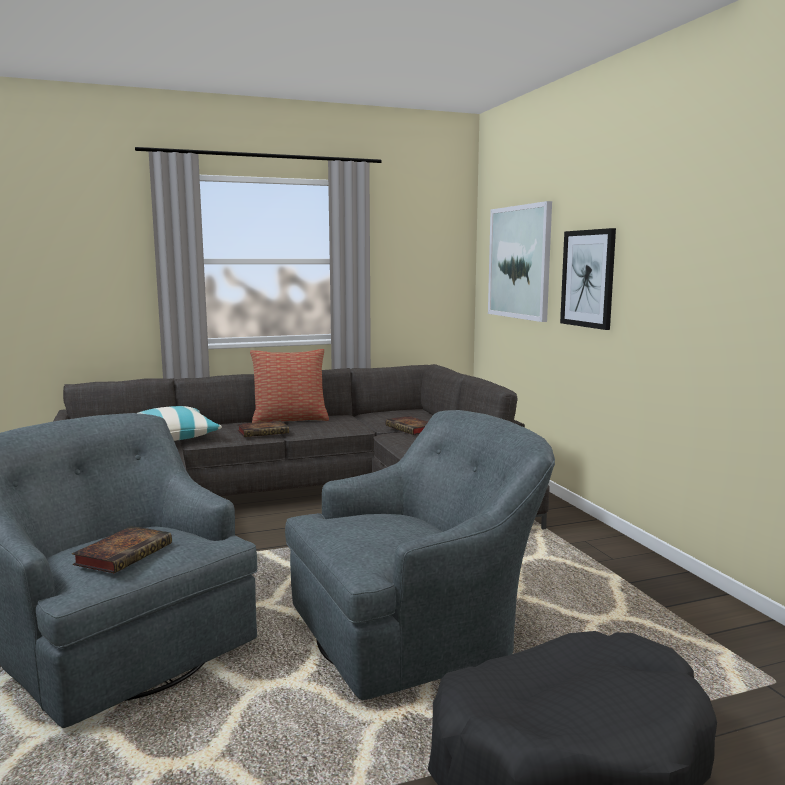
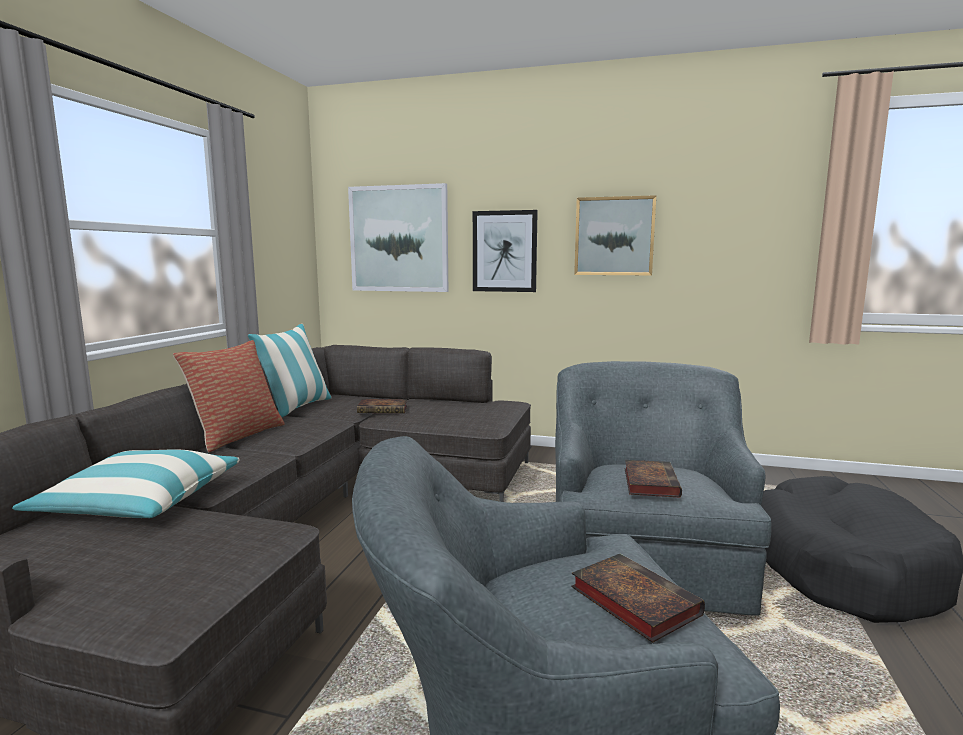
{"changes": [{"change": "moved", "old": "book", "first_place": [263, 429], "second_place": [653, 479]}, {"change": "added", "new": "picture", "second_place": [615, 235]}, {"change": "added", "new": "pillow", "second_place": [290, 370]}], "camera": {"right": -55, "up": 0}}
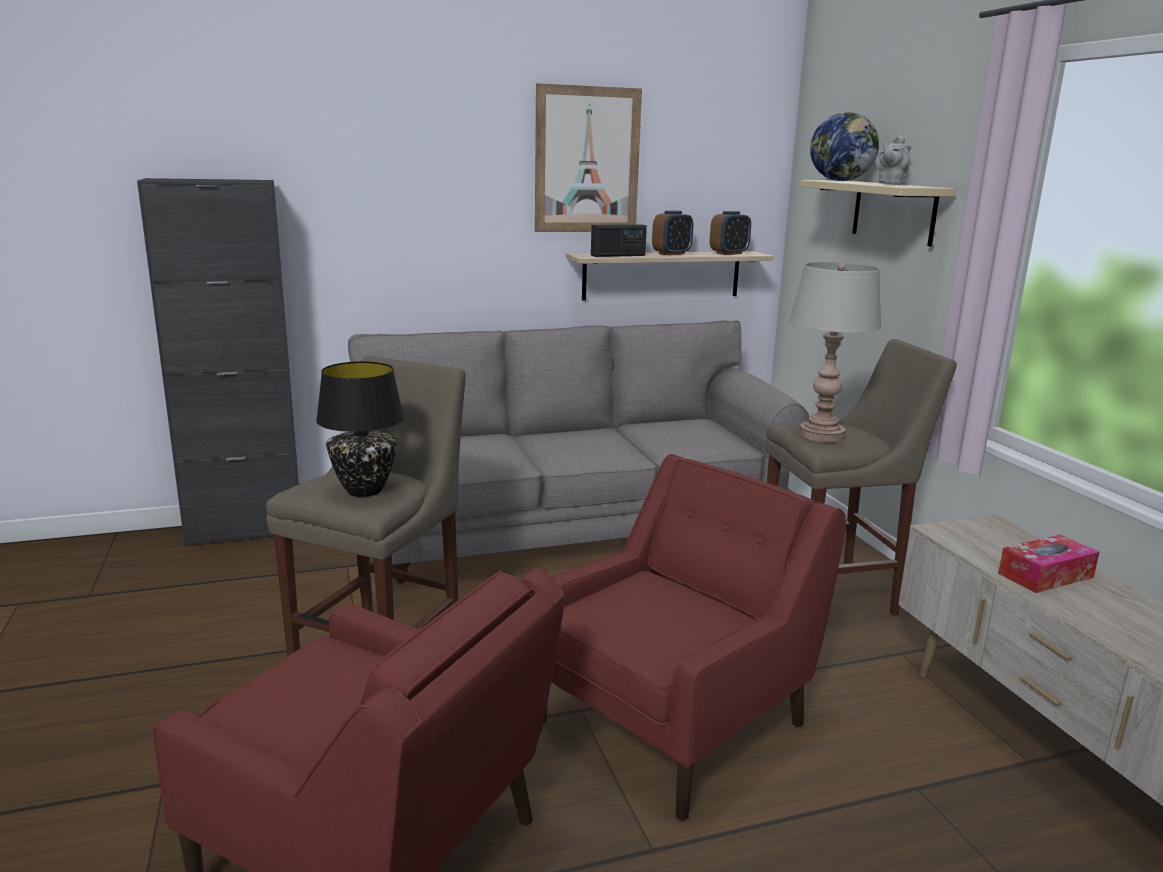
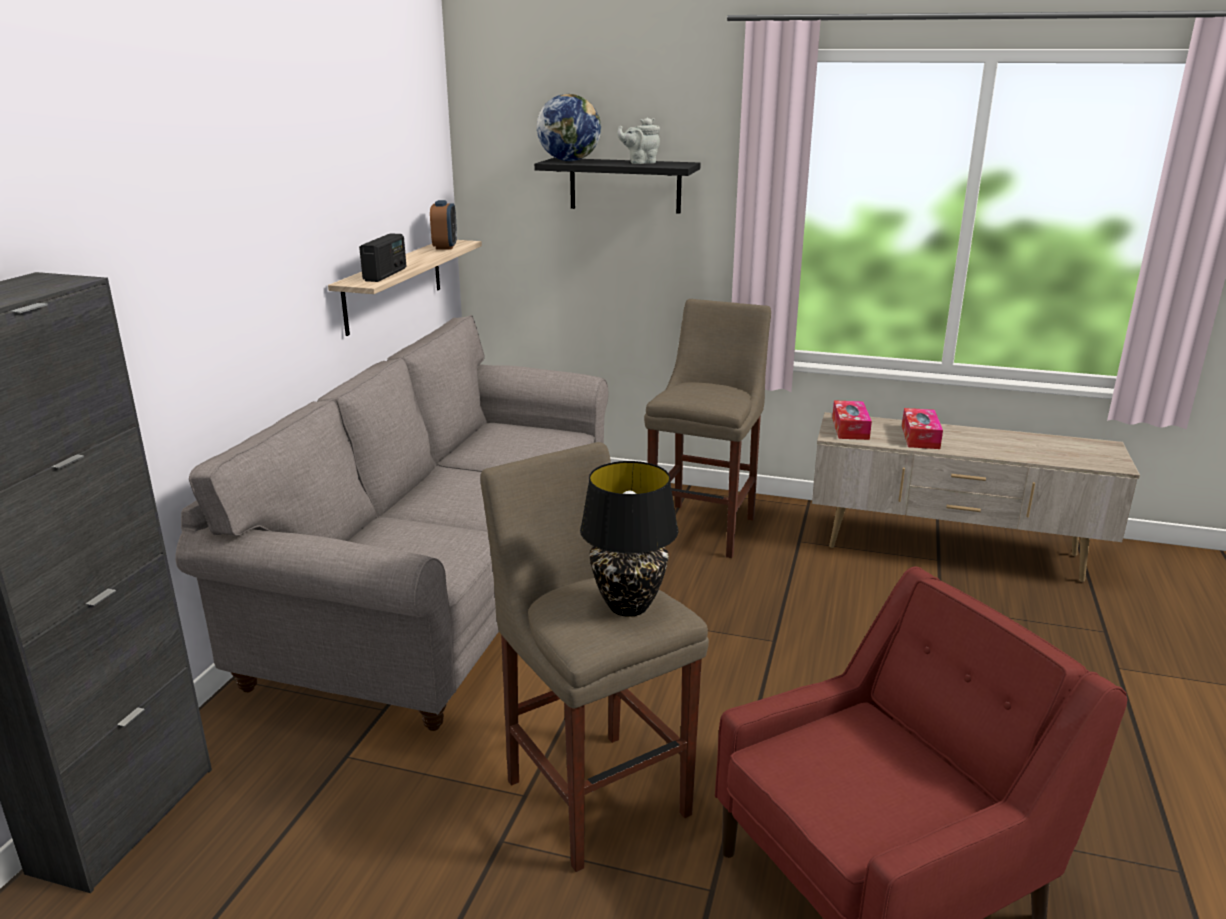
{"changes": [{"change": "removed", "old": "picture", "first_place": [588, 157]}, {"change": "turned", "old": "teapot/grey", "first_place": [893, 160], "second_place": [638, 141], "degrees": 90}, {"change": "recoloured", "old": "shelf/beige", "new": "shelf/black", "first_place": [877, 213], "second_place": [617, 186]}, {"change": "removed", "old": "alarm clock", "first_place": [672, 233]}, {"change": "removed", "old": "table lamp/grey", "first_place": [835, 352]}, {"change": "removed", "old": "armchair/red", "first_place": [695, 637]}, {"change": "added", "new": "tissue box", "second_place": [852, 420]}], "camera": {"right": -55, "up": 5}}
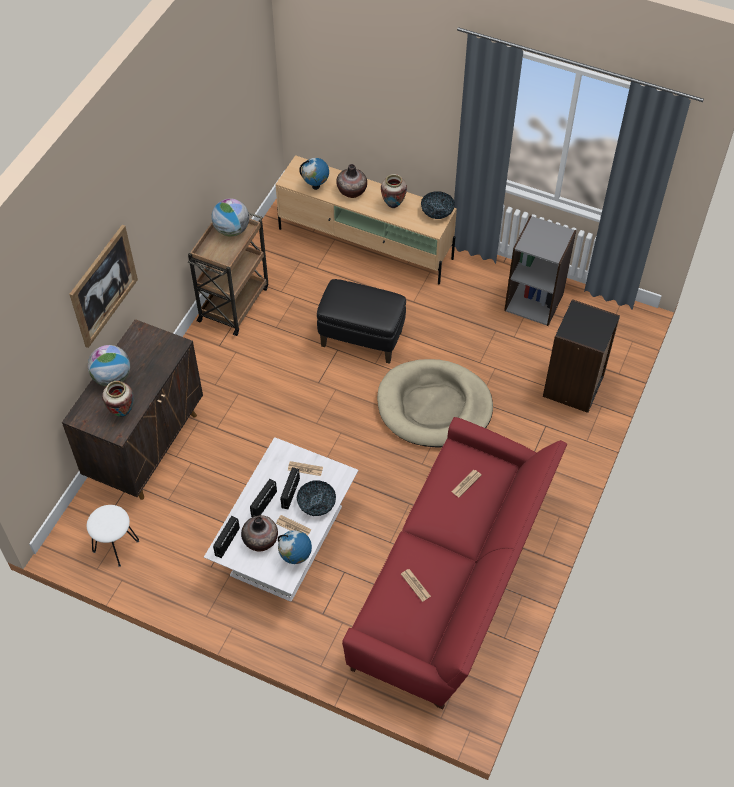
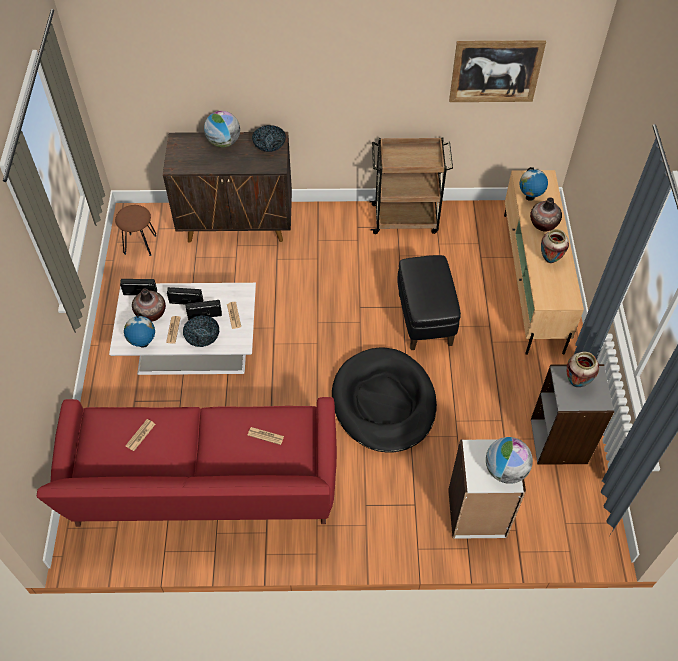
{"changes": [{"change": "moved", "old": "bowl", "first_place": [438, 205], "second_place": [269, 138]}, {"change": "moved", "old": "globe", "first_place": [230, 217], "second_place": [509, 460]}, {"change": "moved", "old": "picture", "first_place": [103, 286], "second_place": [497, 71]}, {"change": "recoloured", "old": "bookcase/black", "new": "bookcase/white", "first_place": [581, 356], "second_place": [487, 489]}, {"change": "recoloured", "old": "dog bed/beige", "new": "dog bed/black", "first_place": [435, 403], "second_place": [384, 399]}, {"change": "moved", "old": "vase", "first_place": [118, 399], "second_place": [583, 369]}, {"change": "recoloured", "old": "stool/white", "new": "stool/brown", "first_place": [113, 536], "second_place": [136, 230]}], "camera": {"right": 65, "up": 0}}
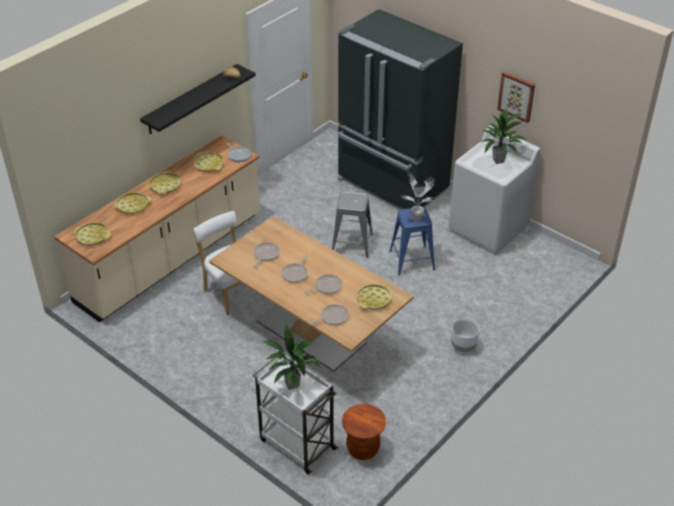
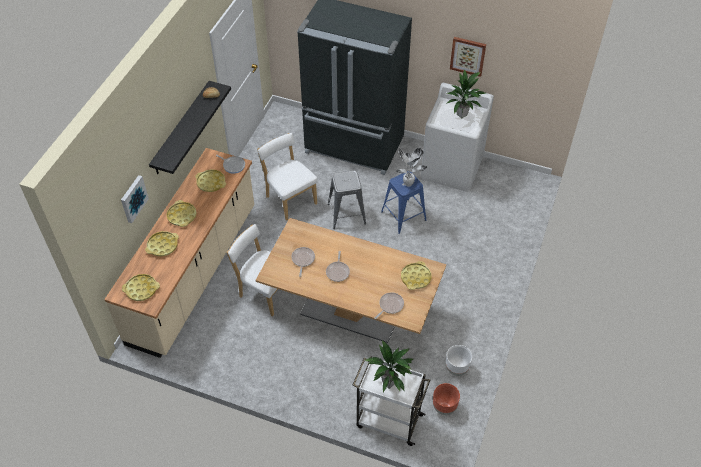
{"changes": [{"change": "removed", "old": "frying pan", "first_place": [323, 284]}, {"change": "moved", "old": "planter/white", "first_place": [465, 335], "second_place": [459, 360]}, {"change": "replaced", "old": "stool/brown", "new": "planter/brown", "first_place": [364, 432], "second_place": [446, 399]}, {"change": "added", "new": "chair/white", "second_place": [287, 177]}, {"change": "added", "new": "picture", "second_place": [135, 199]}], "camera": {"right": -20, "up": 10}}
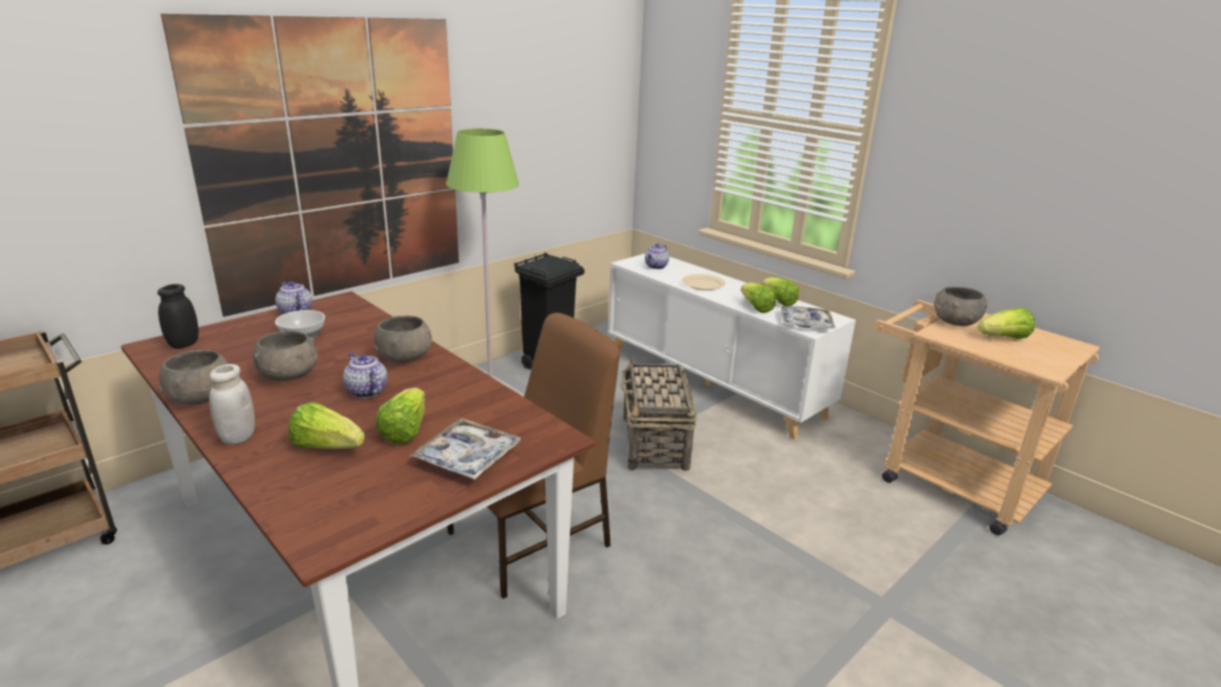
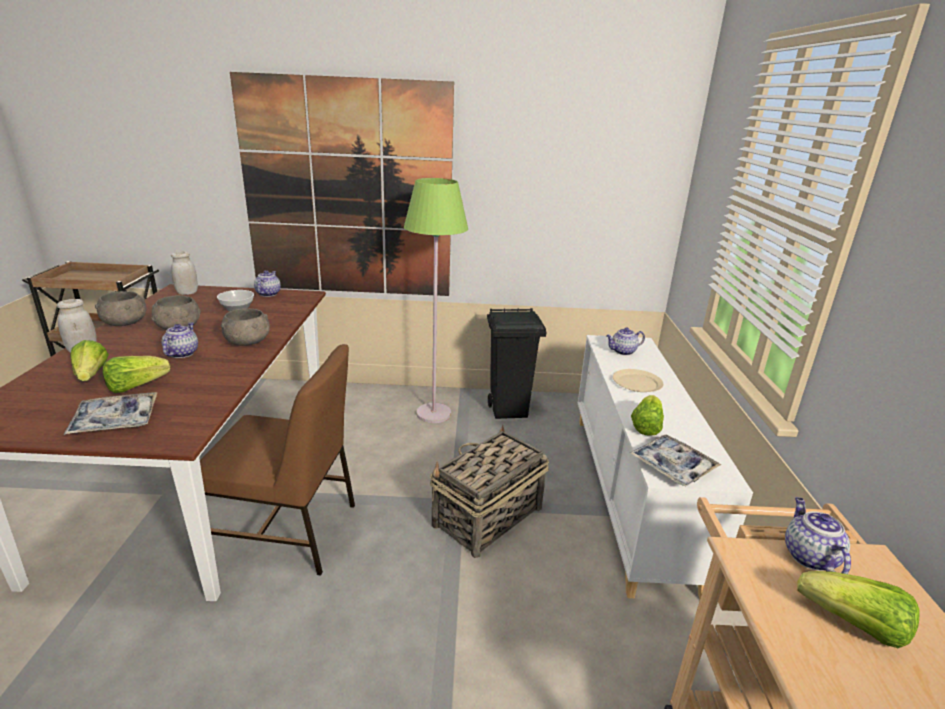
{"changes": [{"change": "removed", "old": "lettuce", "first_place": [780, 291]}, {"change": "recoloured", "old": "jar/black", "new": "jar/white", "first_place": [178, 316], "second_place": [184, 273]}, {"change": "replaced", "old": "bowl/grey", "new": "teapot", "first_place": [960, 306], "second_place": [818, 535]}], "camera": {"right": 45, "up": 0}}
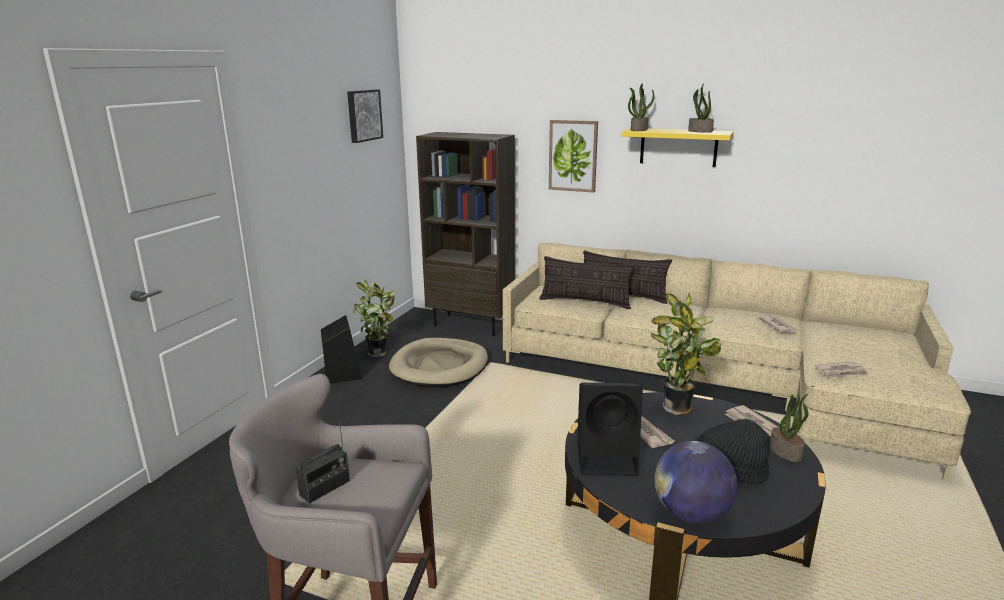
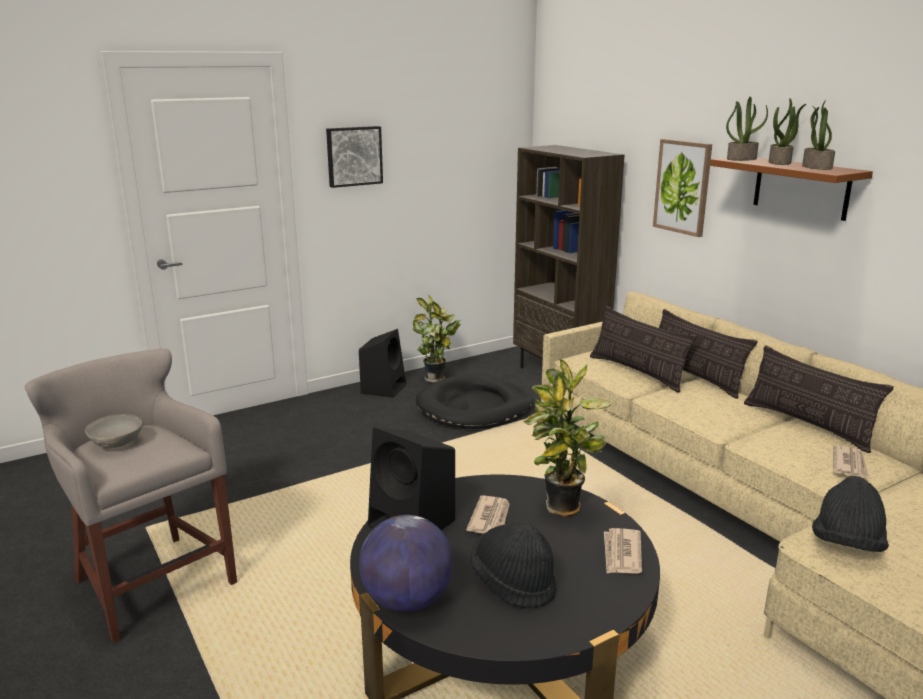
{"changes": [{"change": "moved", "old": "picture", "first_place": [365, 116], "second_place": [354, 157]}, {"change": "recoloured", "old": "shelf/yellow", "new": "shelf/brown", "first_place": [677, 147], "second_place": [791, 189]}, {"change": "recoloured", "old": "dog bed/beige", "new": "dog bed/black", "first_place": [438, 363], "second_place": [474, 401]}, {"change": "replaced", "old": "newspaper", "new": "hat/black", "first_place": [841, 369], "second_place": [850, 514]}, {"change": "moved", "old": "potted plant", "first_place": [789, 428], "second_place": [787, 131]}, {"change": "replaced", "old": "radio", "new": "bowl/grey", "first_place": [323, 461], "second_place": [114, 431]}, {"change": "added", "new": "pillow", "second_place": [818, 399]}], "camera": {"right": 35, "up": 0}}
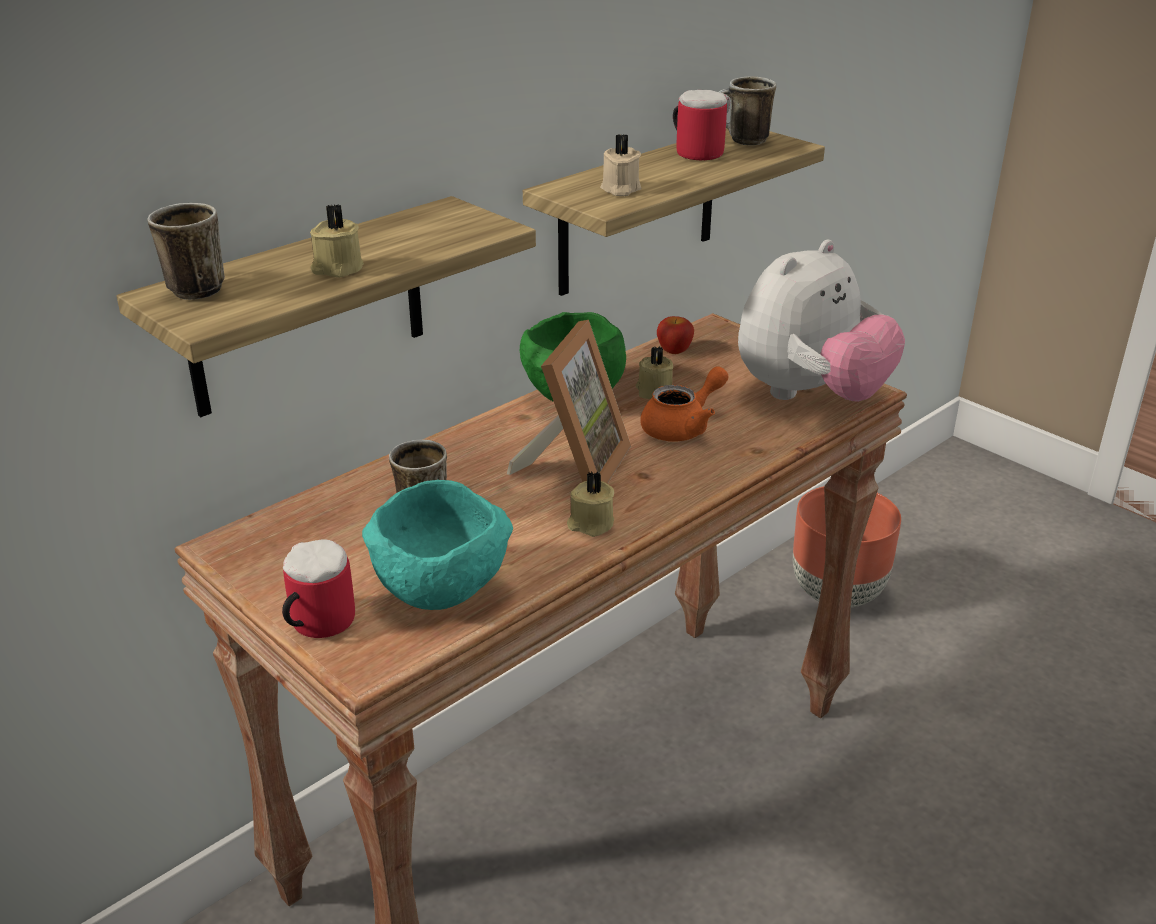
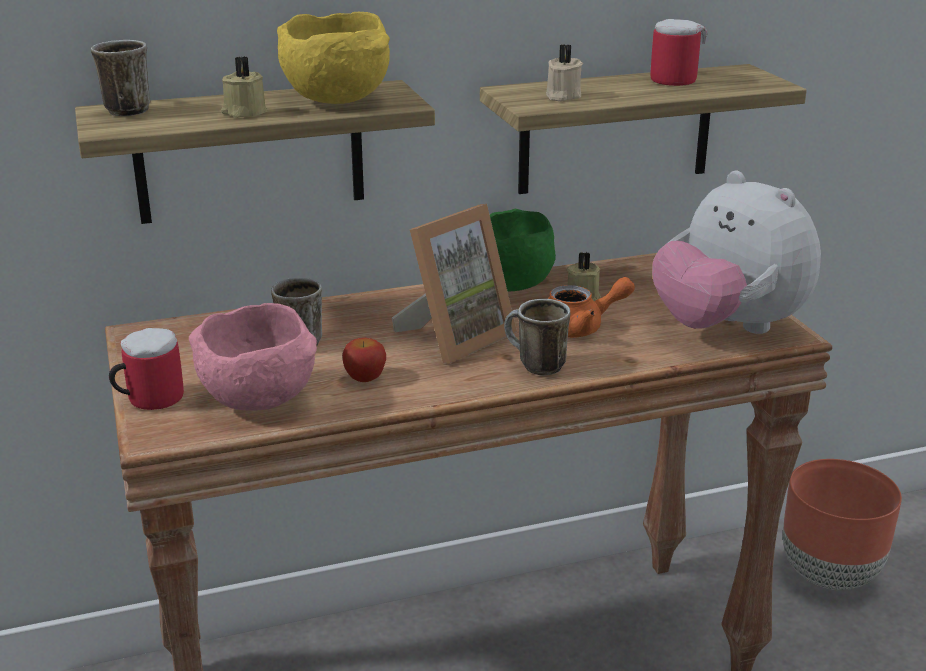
{"changes": [{"change": "moved", "old": "mug", "first_place": [747, 111], "second_place": [537, 337]}, {"change": "turned", "old": "plush toy", "first_place": [821, 320], "second_place": [736, 252], "degrees": 75}, {"change": "moved", "old": "apple", "first_place": [675, 335], "second_place": [364, 360]}, {"change": "removed", "old": "candle/beige", "first_place": [590, 504]}, {"change": "recoloured", "old": "bowl/turquoise", "new": "bowl/pink", "first_place": [437, 545], "second_place": [253, 357]}, {"change": "added", "new": "bowl/yellow", "second_place": [333, 58]}], "camera": {"right": 25, "up": -5}}
